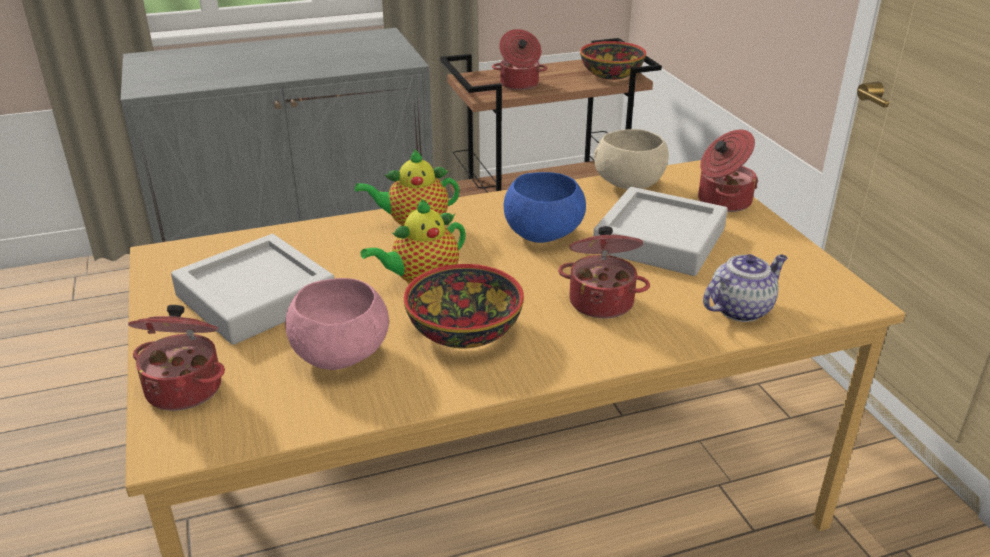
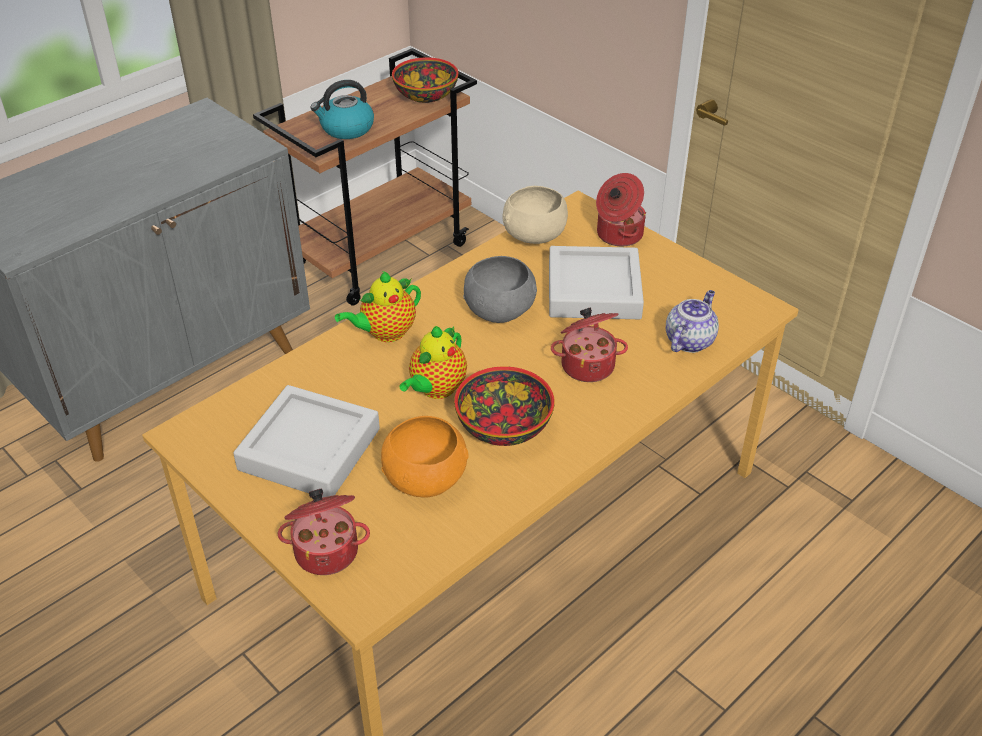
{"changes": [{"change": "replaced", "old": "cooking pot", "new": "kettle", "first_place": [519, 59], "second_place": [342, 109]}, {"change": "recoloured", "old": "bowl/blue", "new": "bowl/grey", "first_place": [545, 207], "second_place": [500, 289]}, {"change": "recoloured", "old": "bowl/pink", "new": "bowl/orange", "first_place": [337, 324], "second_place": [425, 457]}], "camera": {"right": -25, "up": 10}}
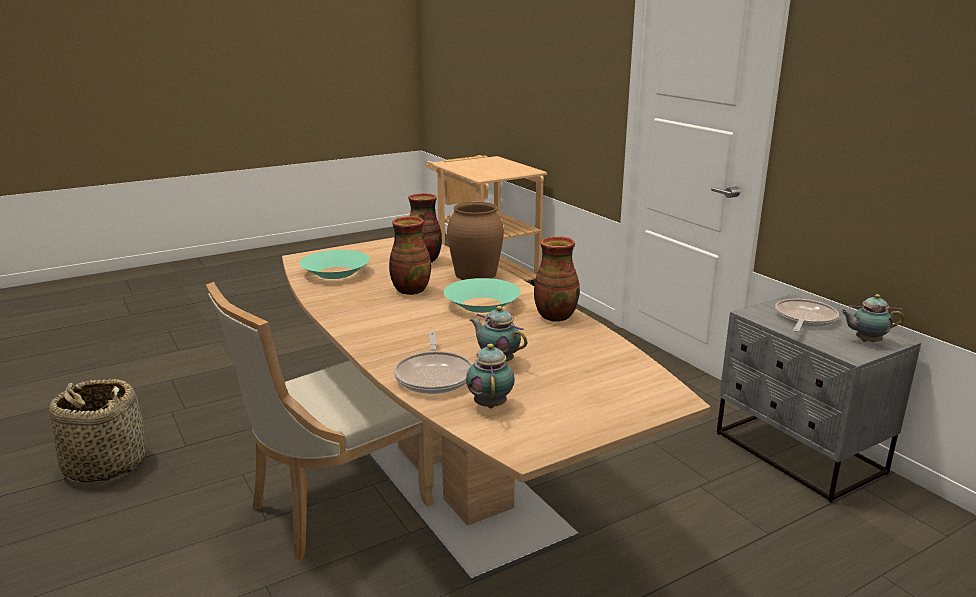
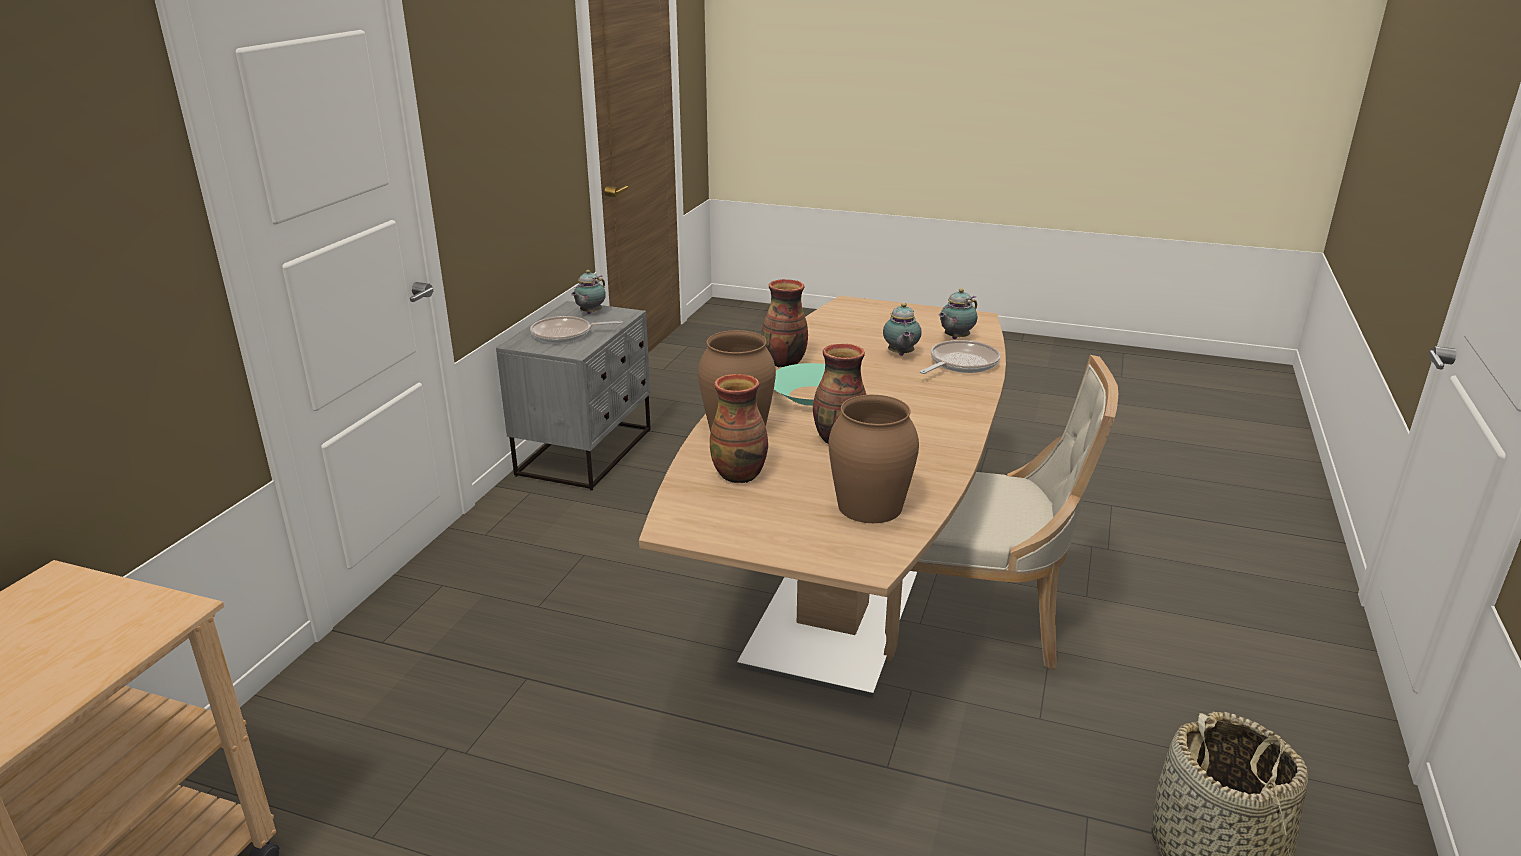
{"changes": [{"change": "replaced", "old": "bowl/turquoise", "new": "vase/brown", "first_place": [334, 264], "second_place": [874, 459]}, {"change": "turned", "old": "teapot", "first_place": [872, 318], "second_place": [588, 292], "degrees": 60}], "camera": {"right": -130, "up": 5}}
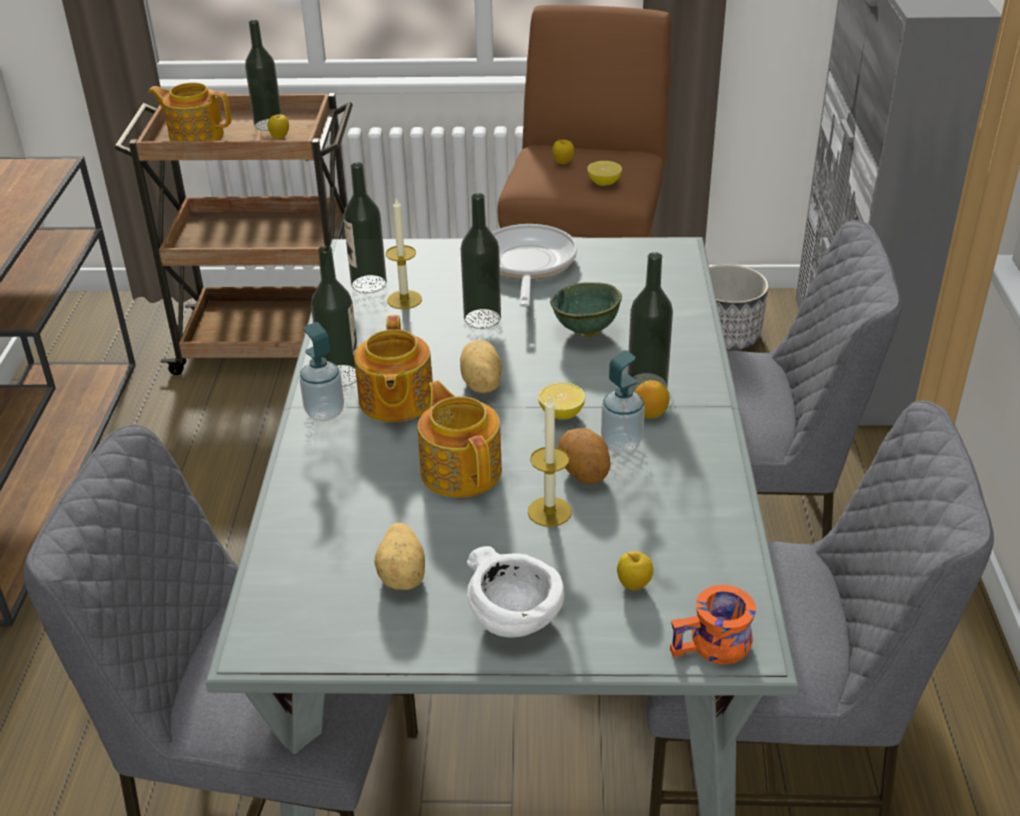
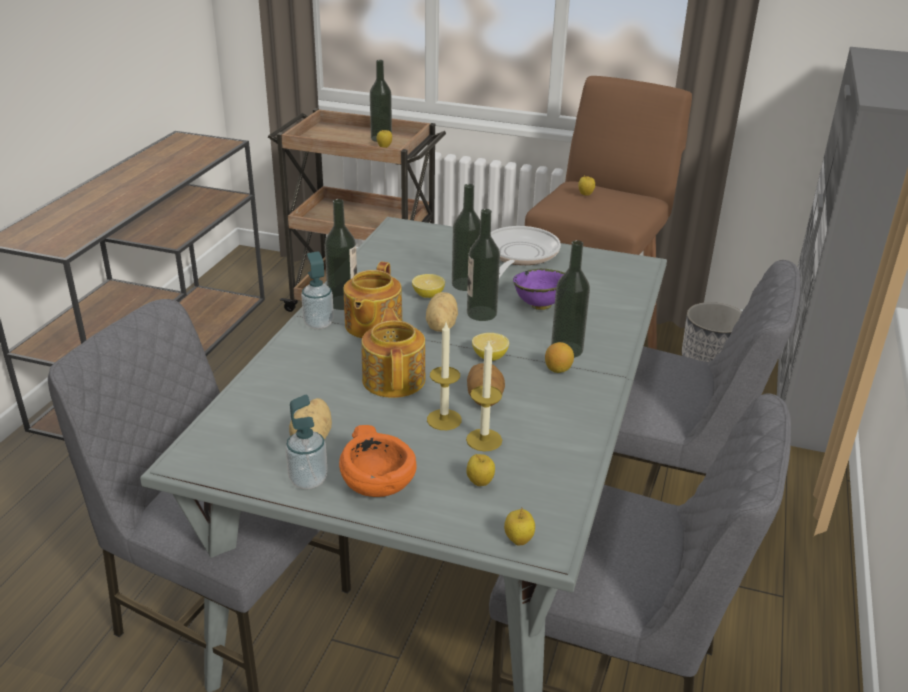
{"changes": [{"change": "removed", "old": "teapot", "first_place": [189, 112]}, {"change": "moved", "old": "lemon", "first_place": [604, 173], "second_place": [428, 286]}, {"change": "moved", "old": "bottle", "first_place": [365, 227], "second_place": [483, 265]}, {"change": "moved", "old": "candle", "first_place": [404, 253], "second_place": [484, 396]}, {"change": "recoloured", "old": "bowl/green", "new": "bowl/purple", "first_place": [586, 310], "second_place": [538, 289]}, {"change": "moved", "old": "soap dispenser", "first_place": [623, 401], "second_place": [306, 442]}, {"change": "recoloured", "old": "bowl/white", "new": "bowl/orange", "first_place": [515, 591], "second_place": [378, 461]}, {"change": "replaced", "old": "mug/orange", "new": "apple", "first_place": [713, 625], "second_place": [519, 527]}], "camera": {"right": 15, "up": -5}}
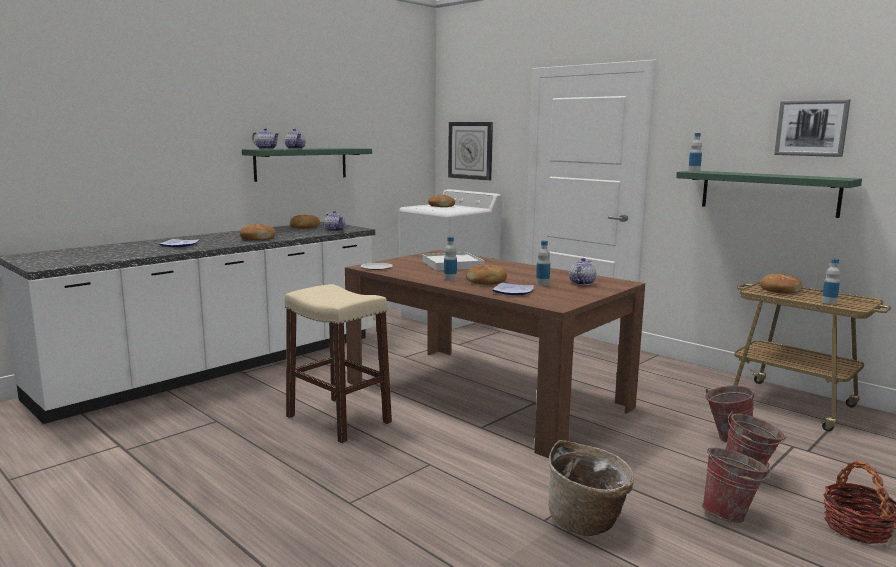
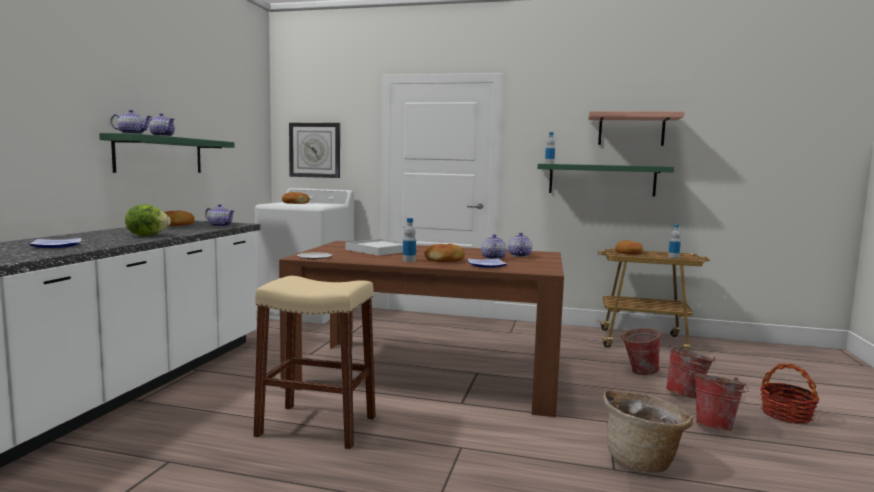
{"changes": [{"change": "replaced", "old": "picture", "new": "shelf", "first_place": [812, 128], "second_place": [636, 128]}, {"change": "replaced", "old": "bread", "new": "lettuce", "first_place": [258, 232], "second_place": [148, 220]}, {"change": "replaced", "old": "bottle", "new": "teapot", "first_place": [543, 263], "second_place": [493, 246]}], "camera": {"right": -30, "up": -5}}
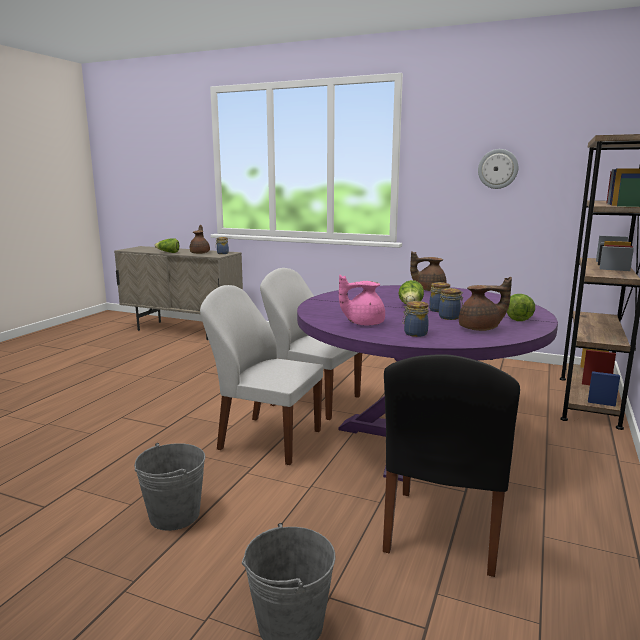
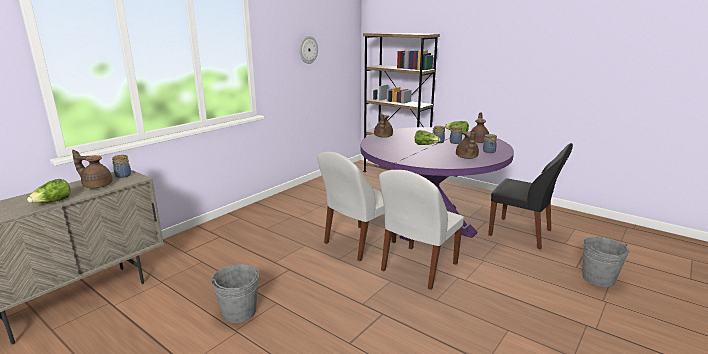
{"changes": [{"change": "recoloured", "old": "teapot/pink", "new": "teapot/brown", "first_place": [362, 300], "second_place": [467, 145]}, {"change": "moved", "old": "bucket/grey", "first_place": [169, 487], "second_place": [235, 293]}], "camera": {"right": -75, "up": 5}}
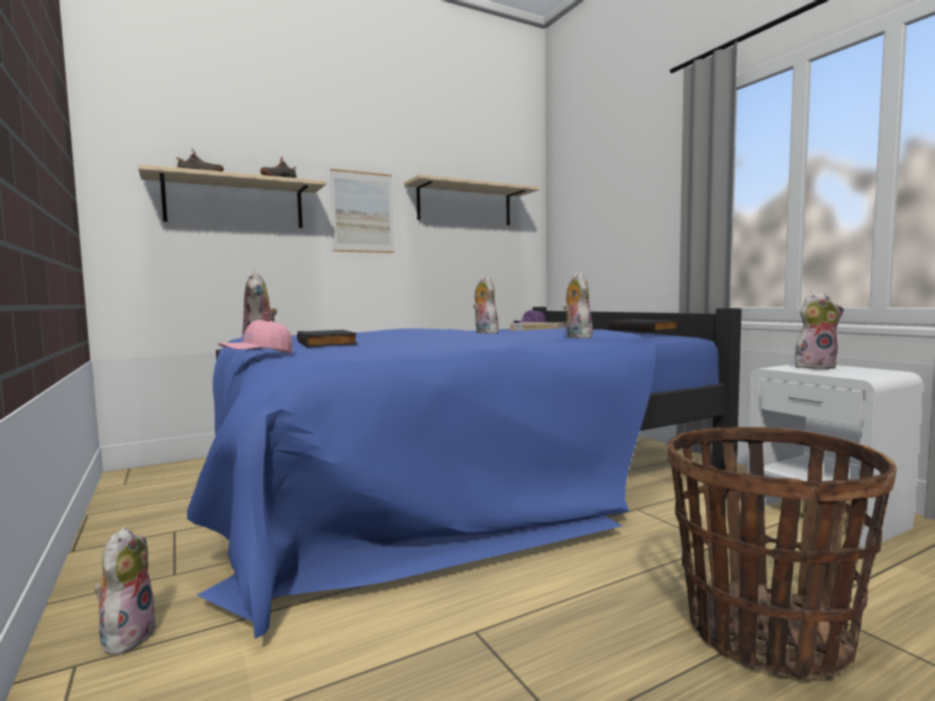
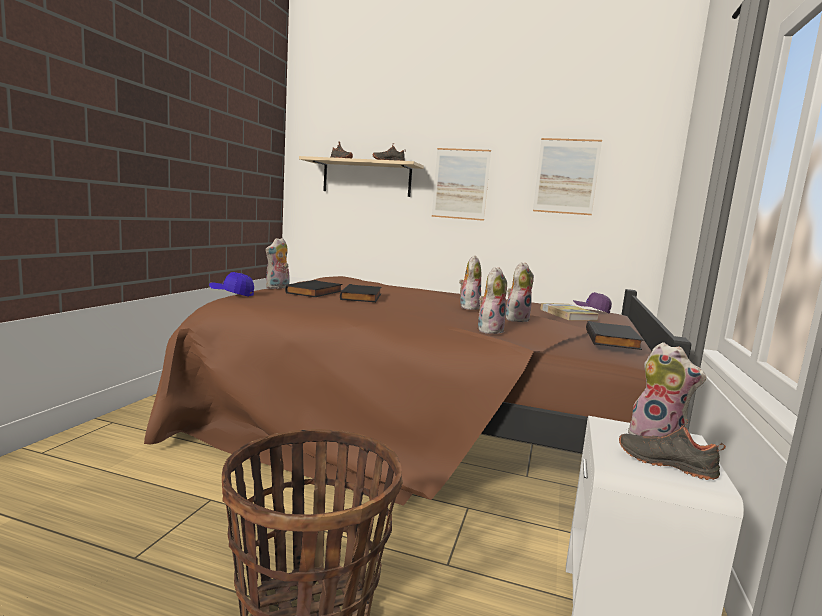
{"changes": [{"change": "replaced", "old": "shelf/beige", "new": "picture", "first_place": [471, 199], "second_place": [567, 176]}, {"change": "recoloured", "old": "bed/blue", "new": "bed/brown", "first_place": [464, 473], "second_place": [418, 391]}, {"change": "recoloured", "old": "cap/pink", "new": "cap/blue", "first_place": [255, 337], "second_place": [231, 284]}, {"change": "moved", "old": "plush toy", "first_place": [126, 591], "second_place": [520, 292]}, {"change": "added", "new": "book/black", "second_place": [360, 293]}, {"change": "added", "new": "shoe/black", "second_place": [672, 449]}], "camera": {"right": 45, "up": 5}}
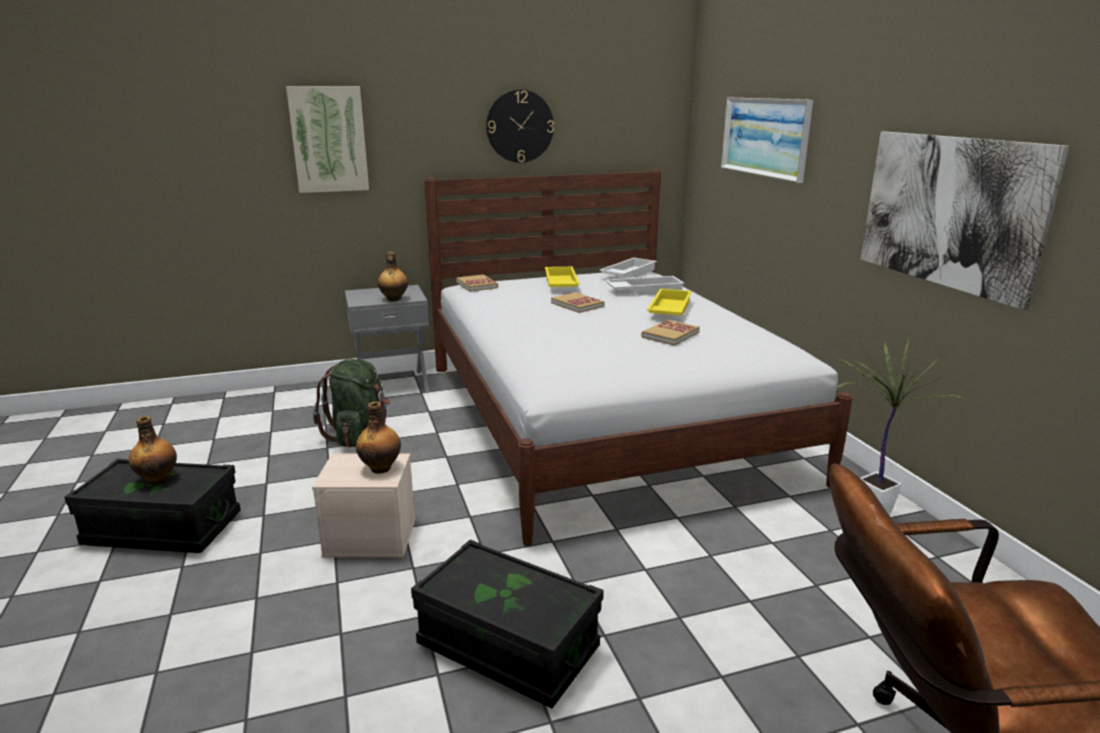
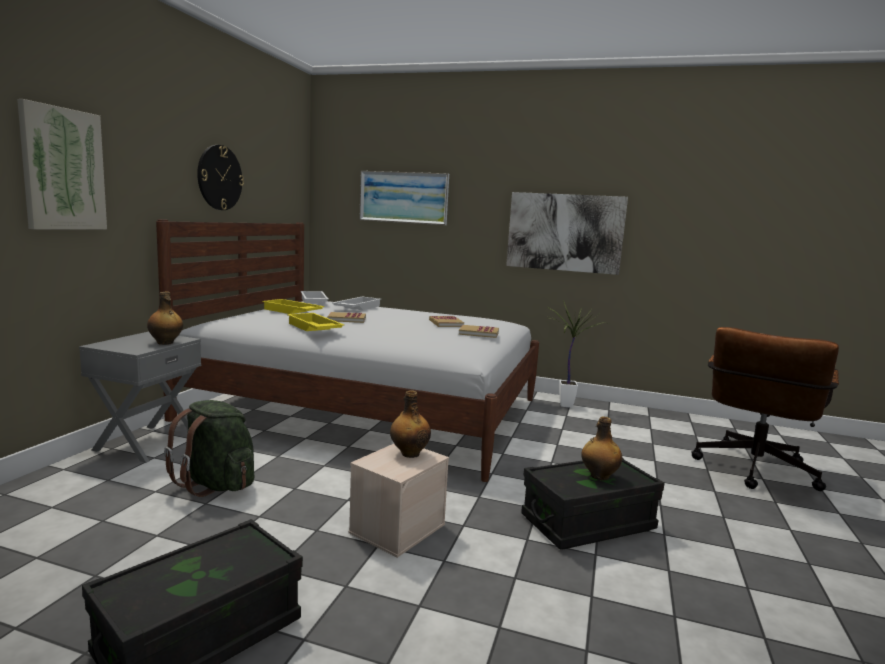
{"changes": [{"change": "moved", "old": "book", "first_place": [477, 283], "second_place": [479, 331]}, {"change": "moved", "old": "tray/yellow", "first_place": [669, 302], "second_place": [315, 322]}, {"change": "moved", "old": "bottle", "first_place": [153, 450], "second_place": [601, 448]}], "camera": {"right": -55, "up": -10}}
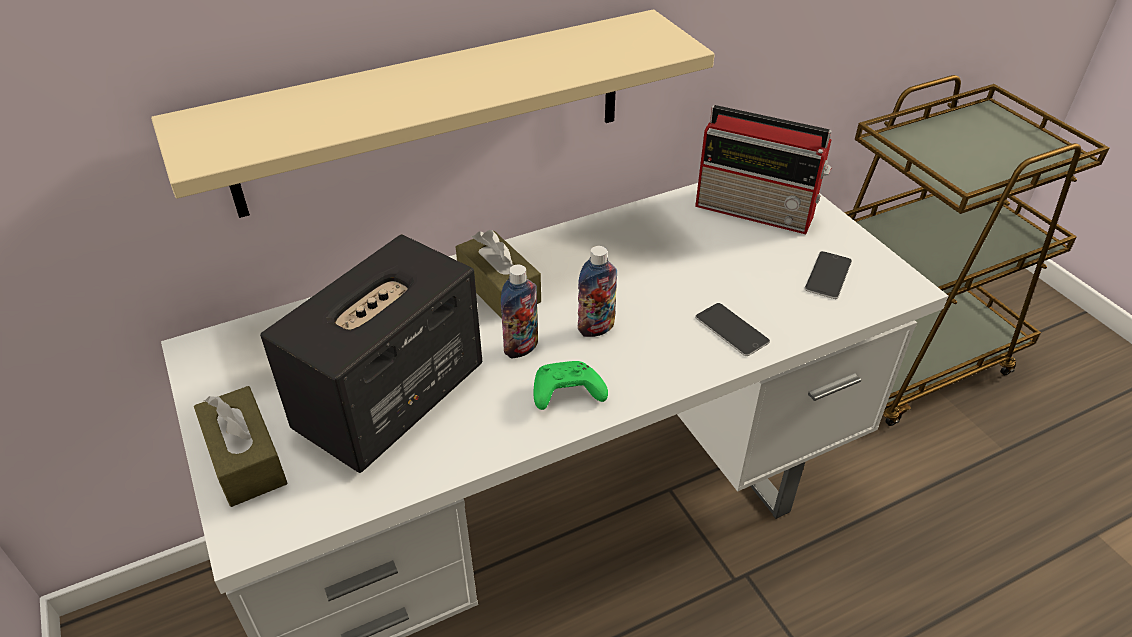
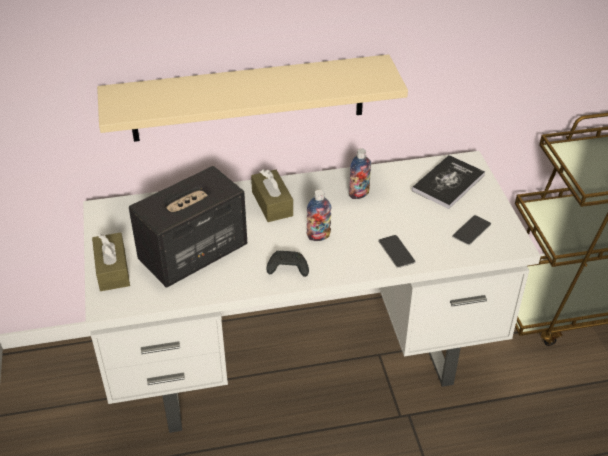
{"changes": [{"change": "replaced", "old": "radio", "new": "book", "first_place": [763, 169], "second_place": [448, 182]}, {"change": "moved", "old": "bottle", "first_place": [519, 312], "second_place": [360, 173]}, {"change": "recoloured", "old": "game controller/green", "new": "game controller/black", "first_place": [570, 385], "second_place": [287, 264]}], "camera": {"right": 15, "up": 0}}
